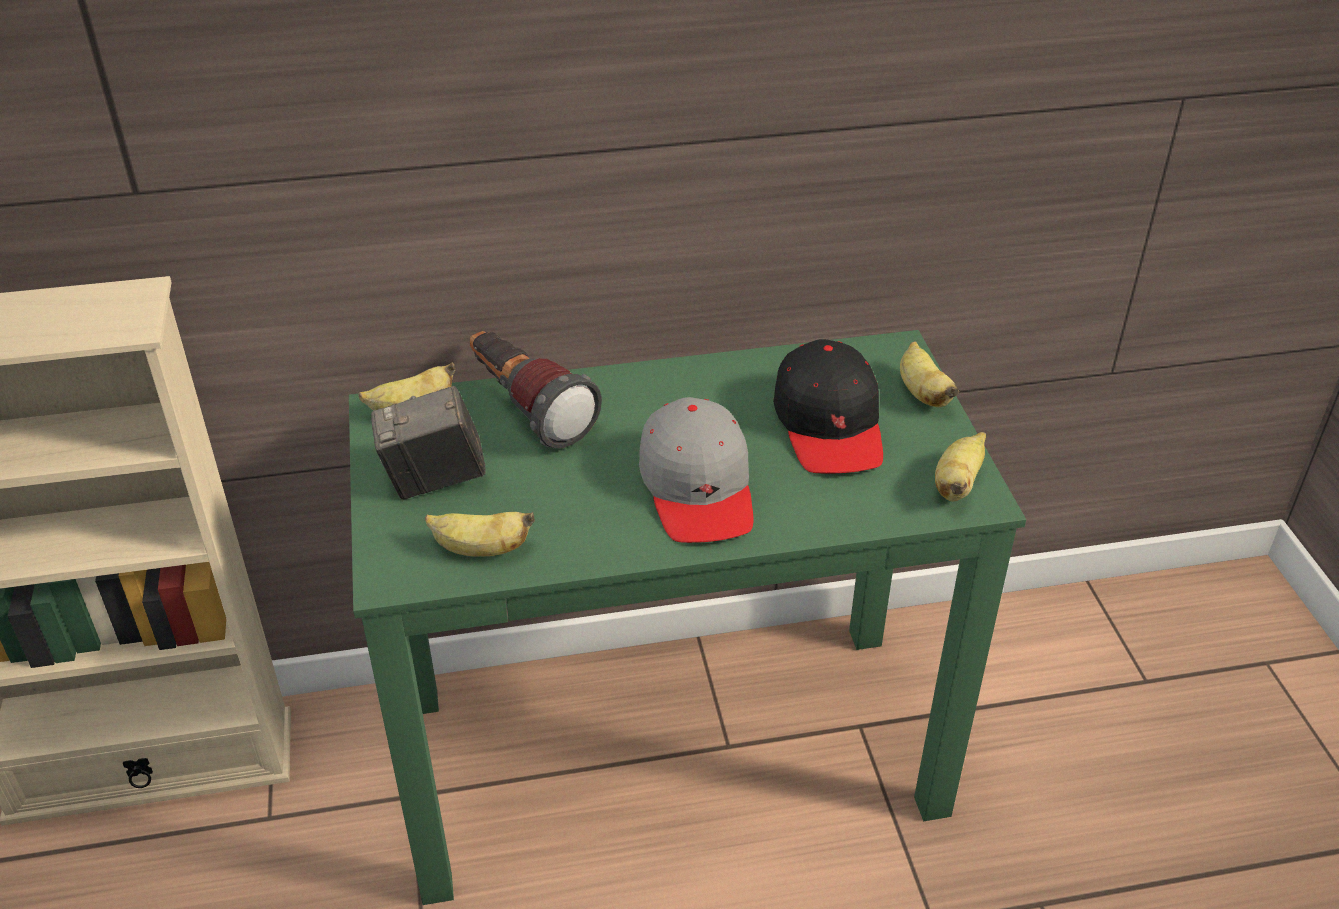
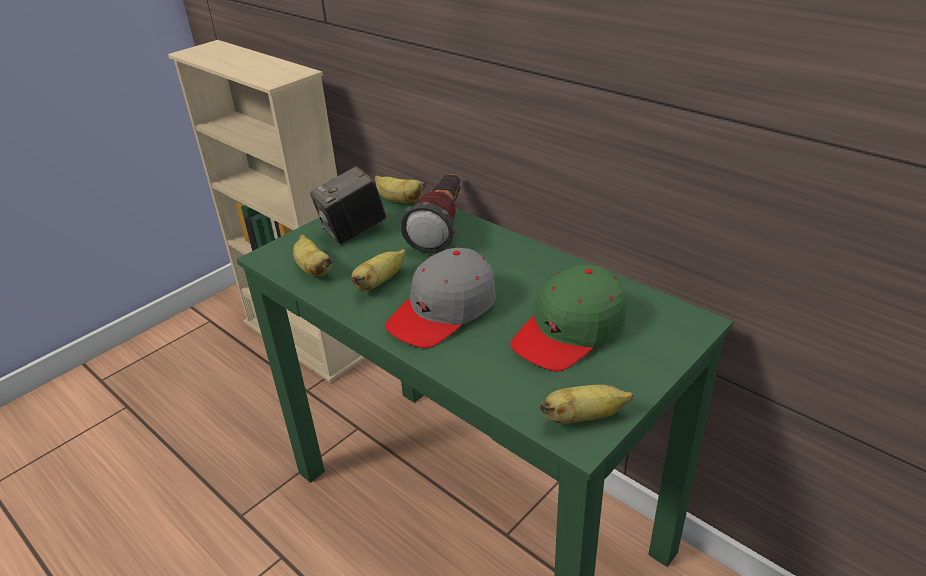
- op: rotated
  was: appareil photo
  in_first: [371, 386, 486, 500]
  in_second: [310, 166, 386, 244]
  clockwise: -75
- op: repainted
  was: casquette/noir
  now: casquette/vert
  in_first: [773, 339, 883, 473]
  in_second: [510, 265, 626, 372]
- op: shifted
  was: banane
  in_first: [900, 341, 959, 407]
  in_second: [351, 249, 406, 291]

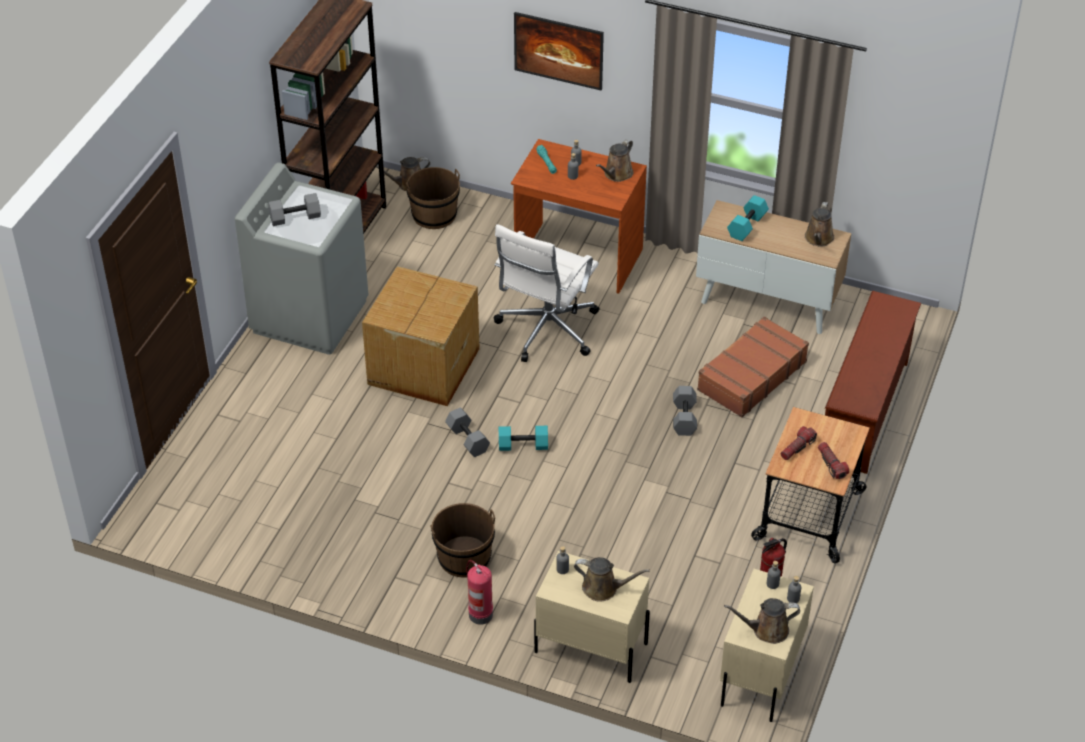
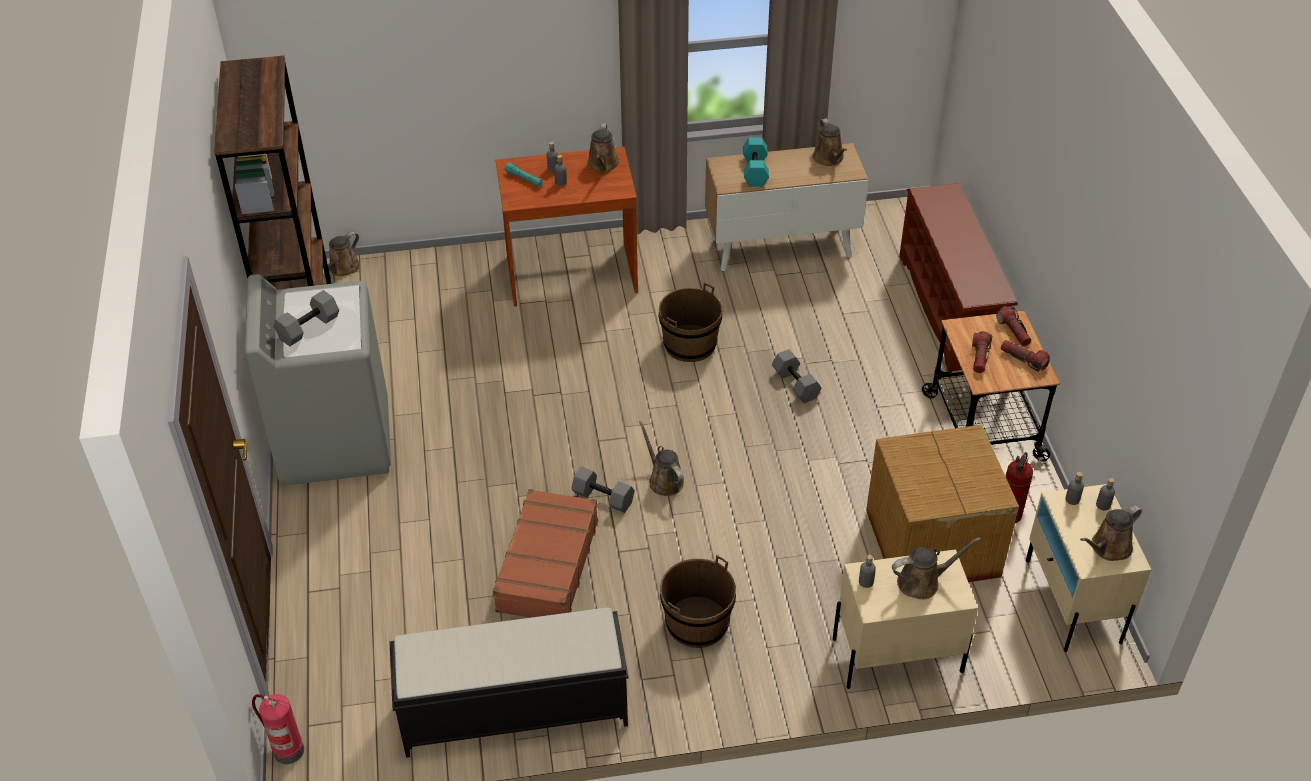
- op: shifted
  was: carton
  in_first: [362, 266, 480, 406]
  in_second: [866, 425, 1019, 582]
- op: shifted
  was: seau/marron
  in_first: [406, 167, 460, 229]
  in_second: [659, 283, 723, 362]
- op: shifted
  was: extincteur
  in_first: [466, 560, 493, 625]
  in_second: [252, 694, 304, 764]
- op: gone
  was: chaise de bureau/blanc
  in_first: [494, 224, 599, 362]
- op: swapped
  was: haltère/turquoise
  now: arrosoir/marron
  in_first: [499, 426, 548, 451]
  in_second: [639, 421, 684, 496]
- op: gone
  was: tableau
  in_first: [514, 12, 604, 90]
- op: shifted
  was: valise/marron
  in_first: [697, 316, 809, 417]
  in_second: [492, 489, 598, 618]
- op: new
  now: banc/noir
  in_second: [390, 608, 629, 758]
- op: new
  now: lampe de poche
  in_second: [996, 306, 1031, 346]

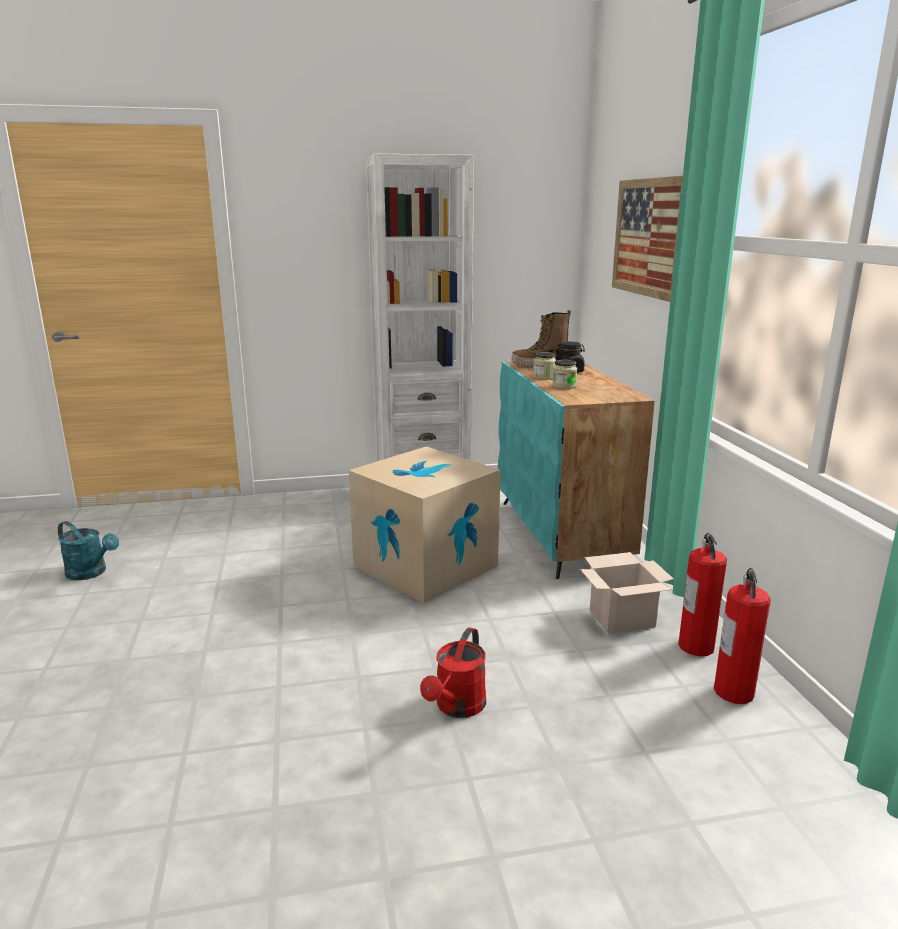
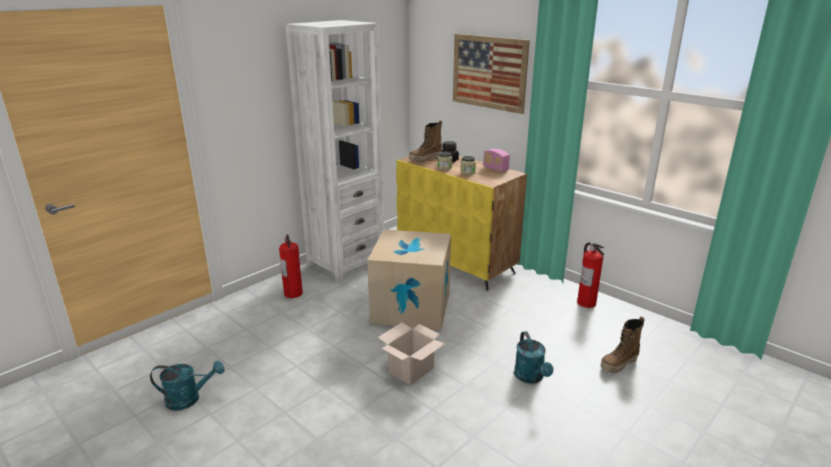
- op: repainted
  was: arrosoir/rouge
  now: arrosoir/turquoise
  in_first: [420, 627, 486, 718]
  in_second: [514, 331, 553, 384]
- op: repainted
  was: meuble de rangement/turquoise
  now: meuble de rangement/jaune
  in_first: [498, 362, 655, 579]
  in_second: [396, 156, 527, 291]
- op: shifted
  was: carton
  in_first: [580, 552, 673, 634]
  in_second: [377, 323, 446, 385]
- op: shifted
  was: extincteur
  in_first: [714, 568, 771, 704]
  in_second: [279, 234, 303, 298]
- op: new
  now: radio
  in_second: [483, 149, 510, 172]
- op: new
  now: botte
  in_second: [601, 317, 645, 373]

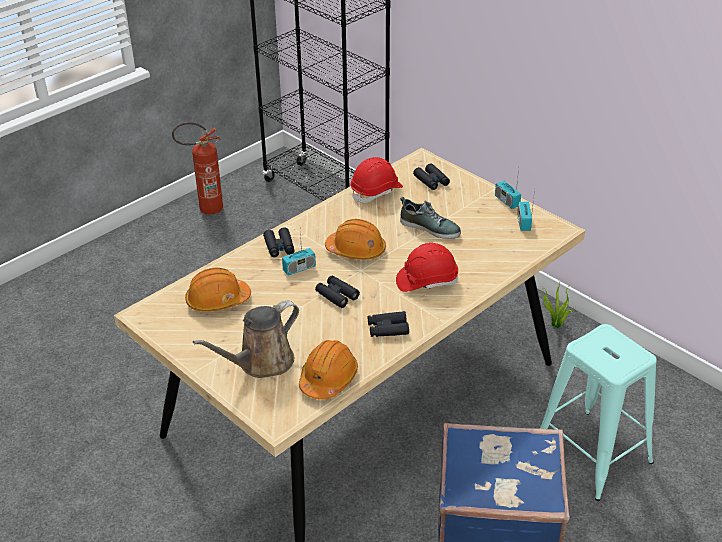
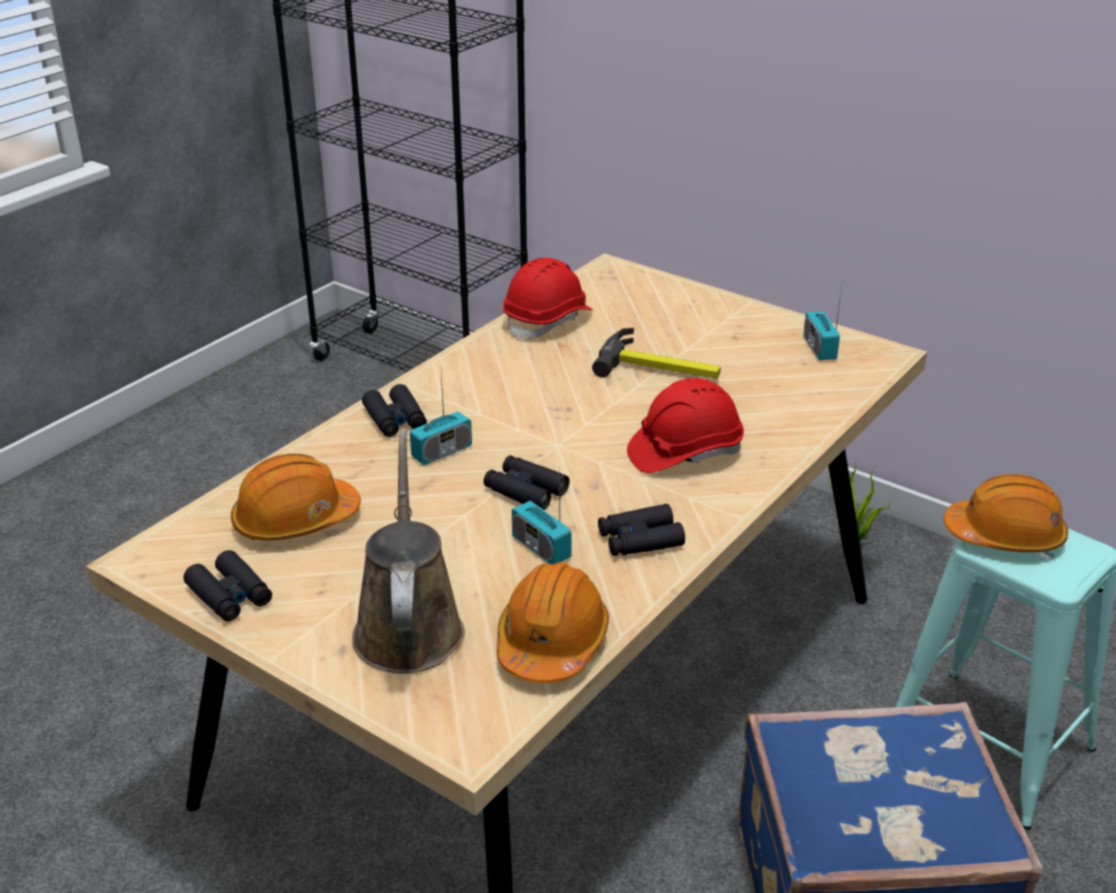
- op: gone
  was: extincteur
  in_first: [172, 122, 223, 214]
- op: rotated
  was: arrosoir/marron
  in_first: [193, 301, 299, 378]
  in_second: [352, 429, 465, 674]
  clockwise: 135
- op: shifted
  was: casque de chantier/orange
  in_first: [325, 219, 386, 260]
  in_second: [943, 474, 1068, 552]
- op: swapped
  was: chaussure
  now: marteau
  in_first: [400, 197, 461, 239]
  in_second: [592, 328, 721, 379]
- op: shifted
  was: jumelles/noir
  in_first: [413, 163, 450, 190]
  in_second: [183, 550, 272, 621]
- op: shifted
  was: radio
  in_first: [495, 169, 521, 209]
  in_second: [512, 482, 572, 564]

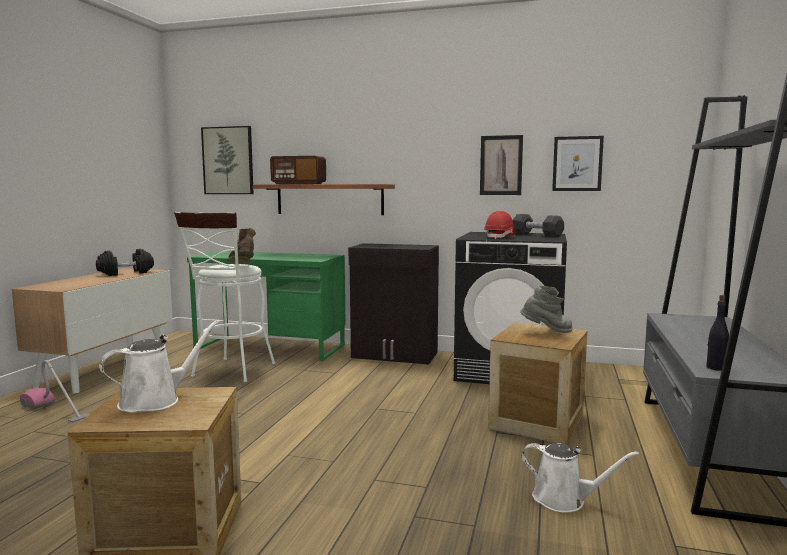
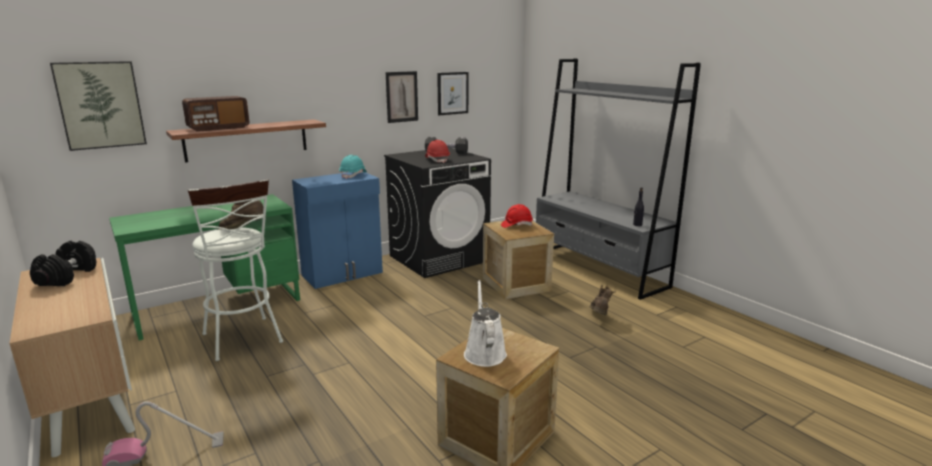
- op: repainted
  was: meuble de rangement/noir
  now: meuble de rangement/bleu
  in_first: [348, 243, 439, 365]
  in_second: [292, 172, 383, 289]
- op: swapped
  was: botte/gris
  now: casque de chantier/rouge
  in_first: [520, 286, 573, 333]
  in_second: [501, 204, 533, 228]
- op: swapped
  was: arrosoir/blanc
  now: botte/marron
  in_first: [521, 443, 639, 513]
  in_second: [589, 285, 616, 315]
- op: new
  now: casque de chantier/turquoise
  in_second: [339, 155, 367, 179]

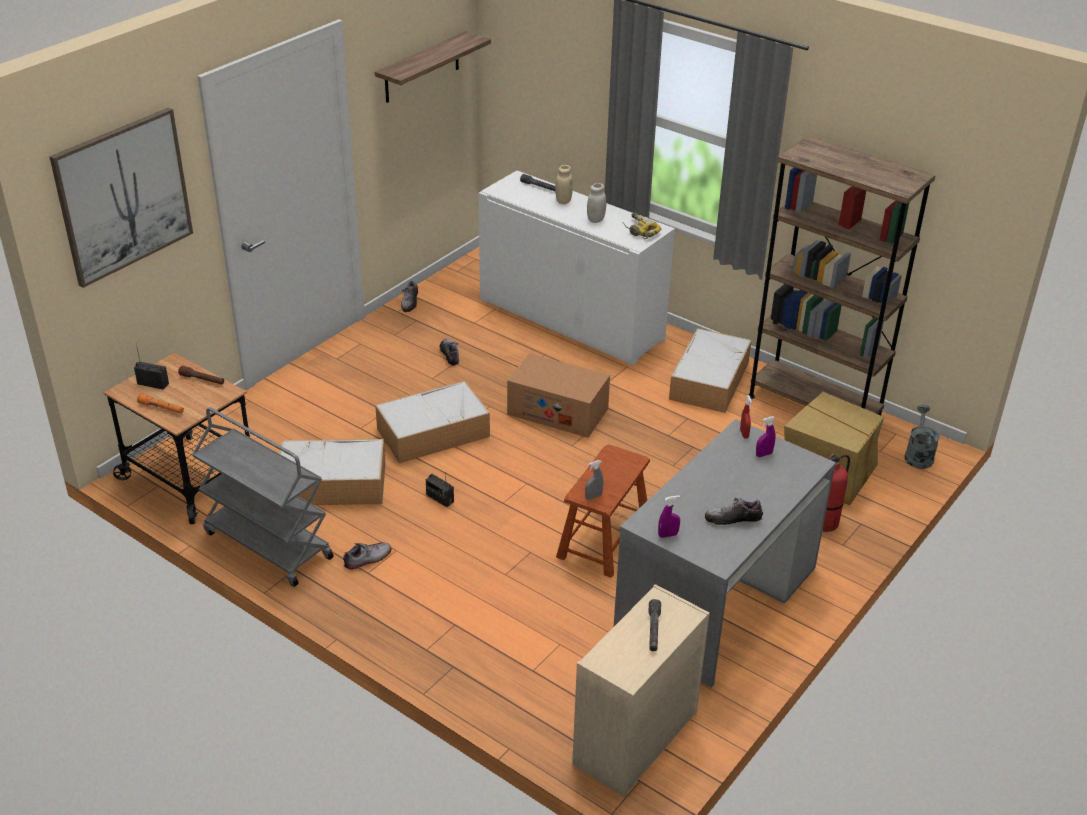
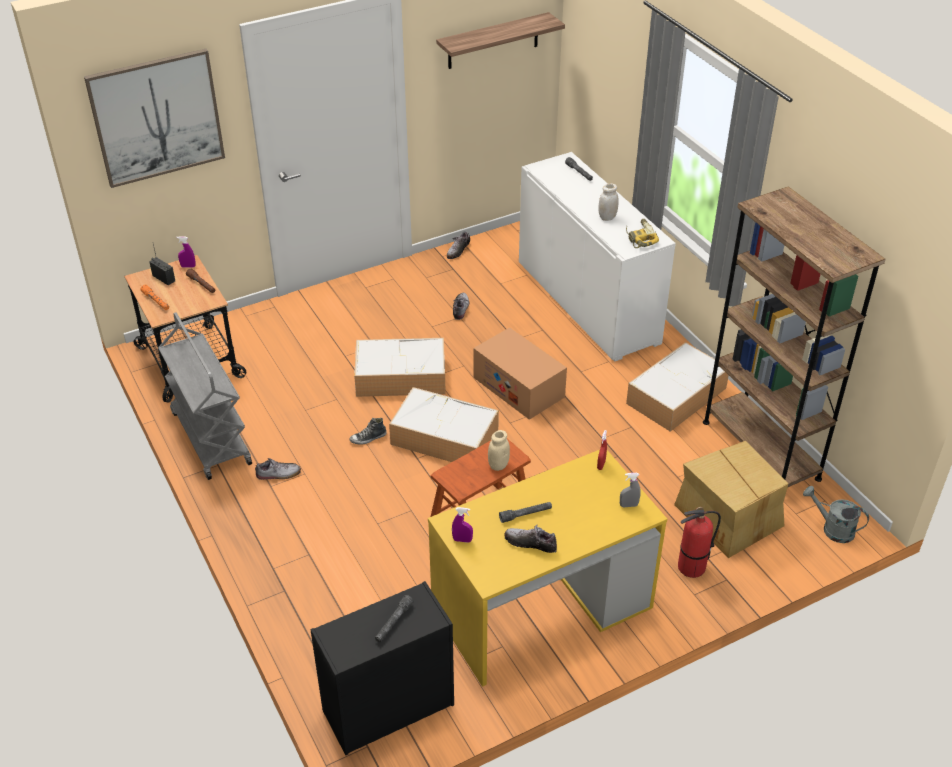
- op: shifted
  was: boîte de rangement
  in_first: [279, 439, 385, 505]
  in_second: [389, 387, 499, 462]
- op: swapped
  was: radio
  now: chaussure
  in_first: [426, 472, 454, 507]
  in_second: [350, 418, 387, 445]
- op: shifted
  was: bocal/beige
  in_first: [555, 165, 573, 204]
  in_second: [488, 430, 510, 471]
- op: repainted
  was: commode/beige
  now: commode/noir
  in_first: [572, 584, 710, 797]
  in_second: [310, 581, 454, 755]
- op: shifted
  was: vaporisateur/gris
  in_first: [585, 460, 603, 500]
  in_second: [620, 473, 641, 507]
- op: repainted
  was: bureau/gris
  now: bureau/jaune
  in_first: [614, 419, 836, 688]
  in_second: [428, 450, 667, 687]
- op: shifted
  was: vaporisateur/violet
  in_first: [756, 416, 775, 457]
  in_second: [176, 236, 196, 268]
- op: rotated
  was: arrosoir/gris
  in_first: [905, 405, 940, 469]
  in_second: [803, 486, 869, 543]
  clockwise: -90
- op: new
  now: lampe de poche/gris
  in_second: [499, 502, 552, 523]

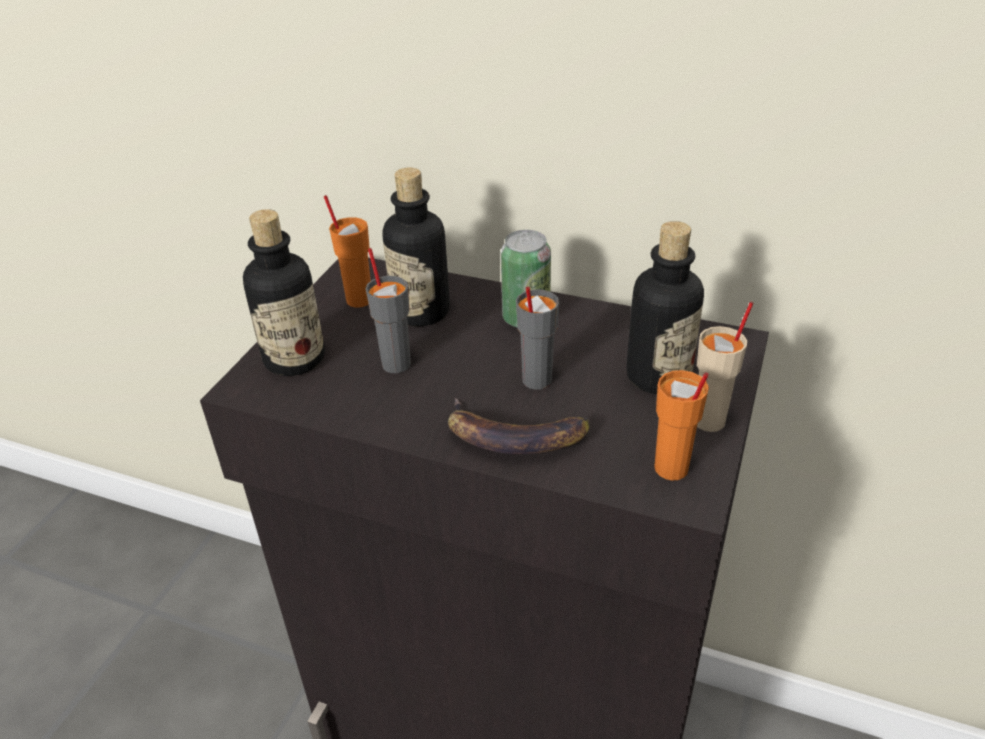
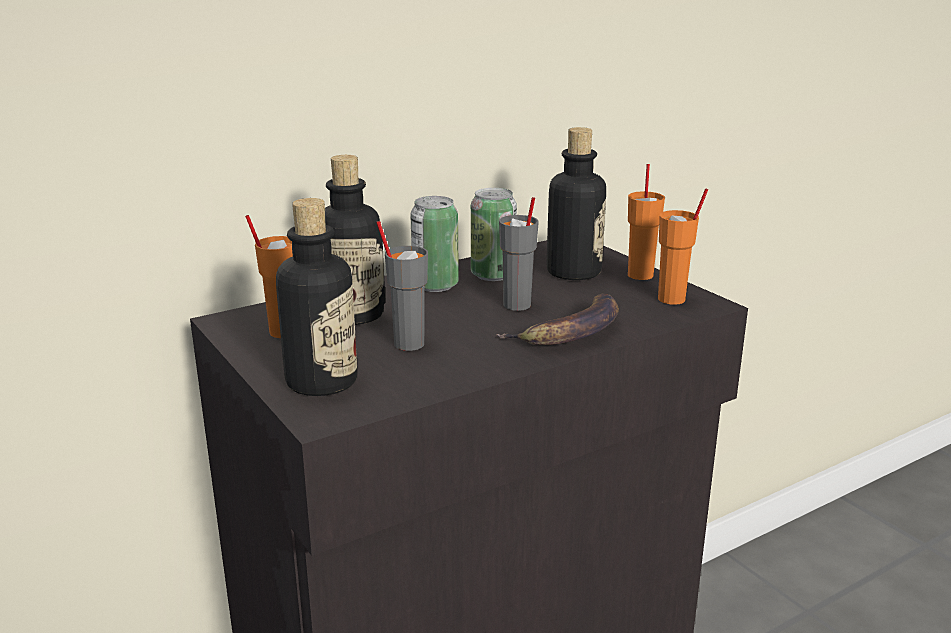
- op: repainted
  was: tasse/beige
  now: tasse/orange
  in_first: [697, 302, 753, 432]
  in_second: [628, 164, 665, 280]
- op: new
  now: boîte métallique
  in_second: [471, 188, 517, 281]

